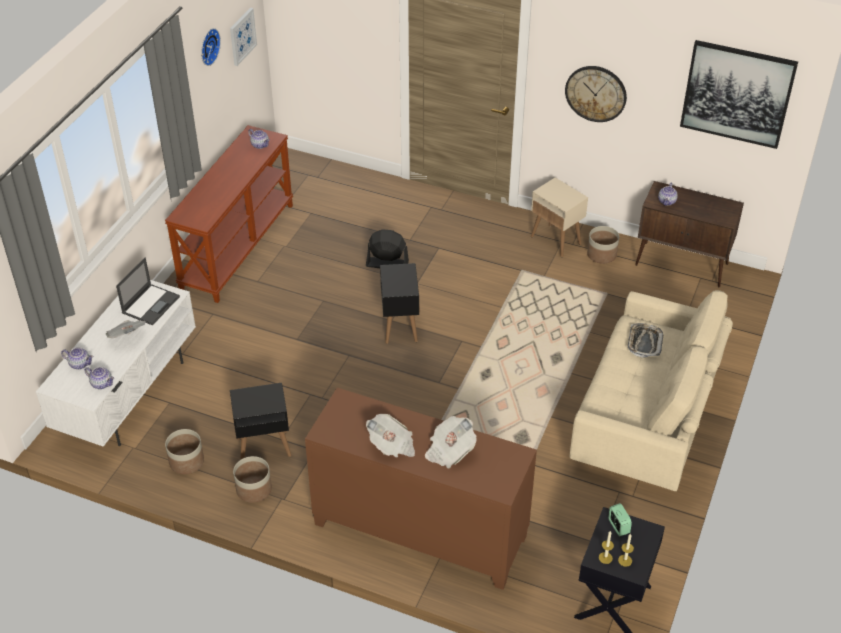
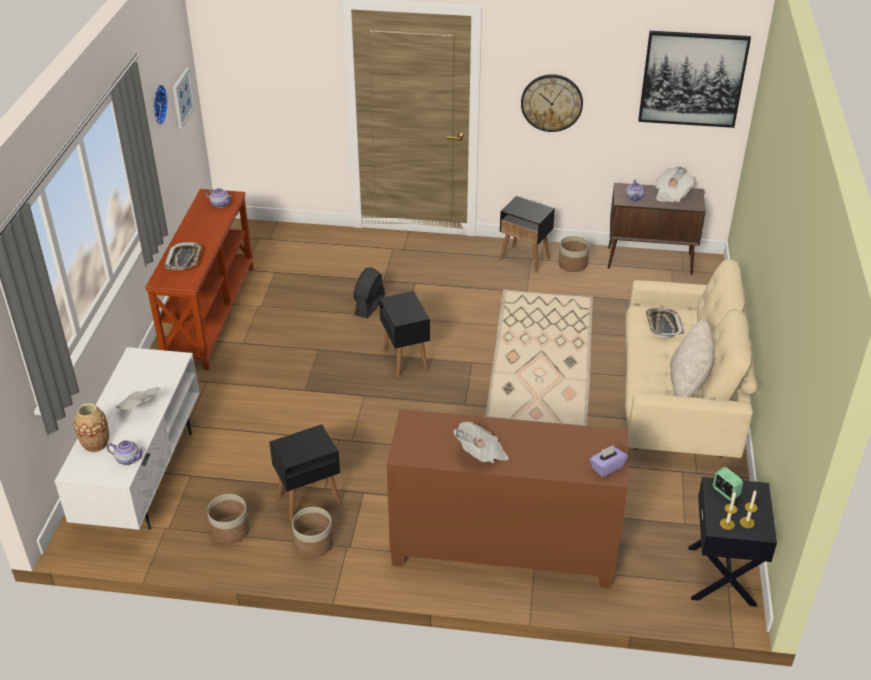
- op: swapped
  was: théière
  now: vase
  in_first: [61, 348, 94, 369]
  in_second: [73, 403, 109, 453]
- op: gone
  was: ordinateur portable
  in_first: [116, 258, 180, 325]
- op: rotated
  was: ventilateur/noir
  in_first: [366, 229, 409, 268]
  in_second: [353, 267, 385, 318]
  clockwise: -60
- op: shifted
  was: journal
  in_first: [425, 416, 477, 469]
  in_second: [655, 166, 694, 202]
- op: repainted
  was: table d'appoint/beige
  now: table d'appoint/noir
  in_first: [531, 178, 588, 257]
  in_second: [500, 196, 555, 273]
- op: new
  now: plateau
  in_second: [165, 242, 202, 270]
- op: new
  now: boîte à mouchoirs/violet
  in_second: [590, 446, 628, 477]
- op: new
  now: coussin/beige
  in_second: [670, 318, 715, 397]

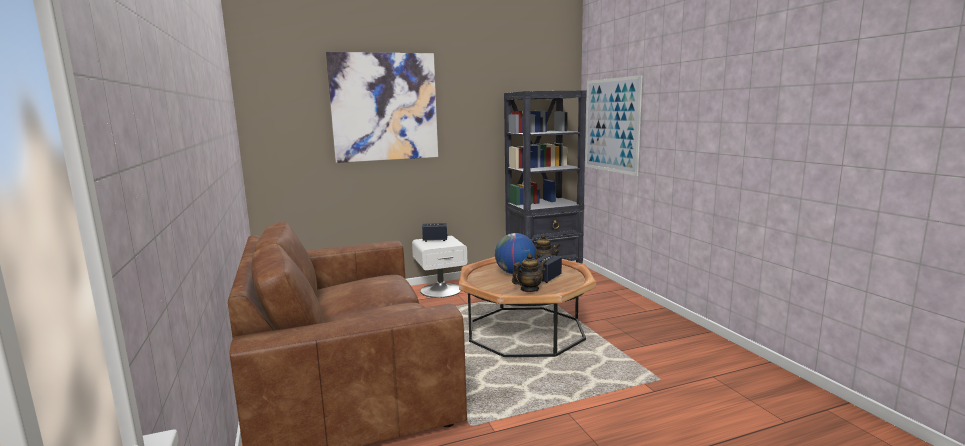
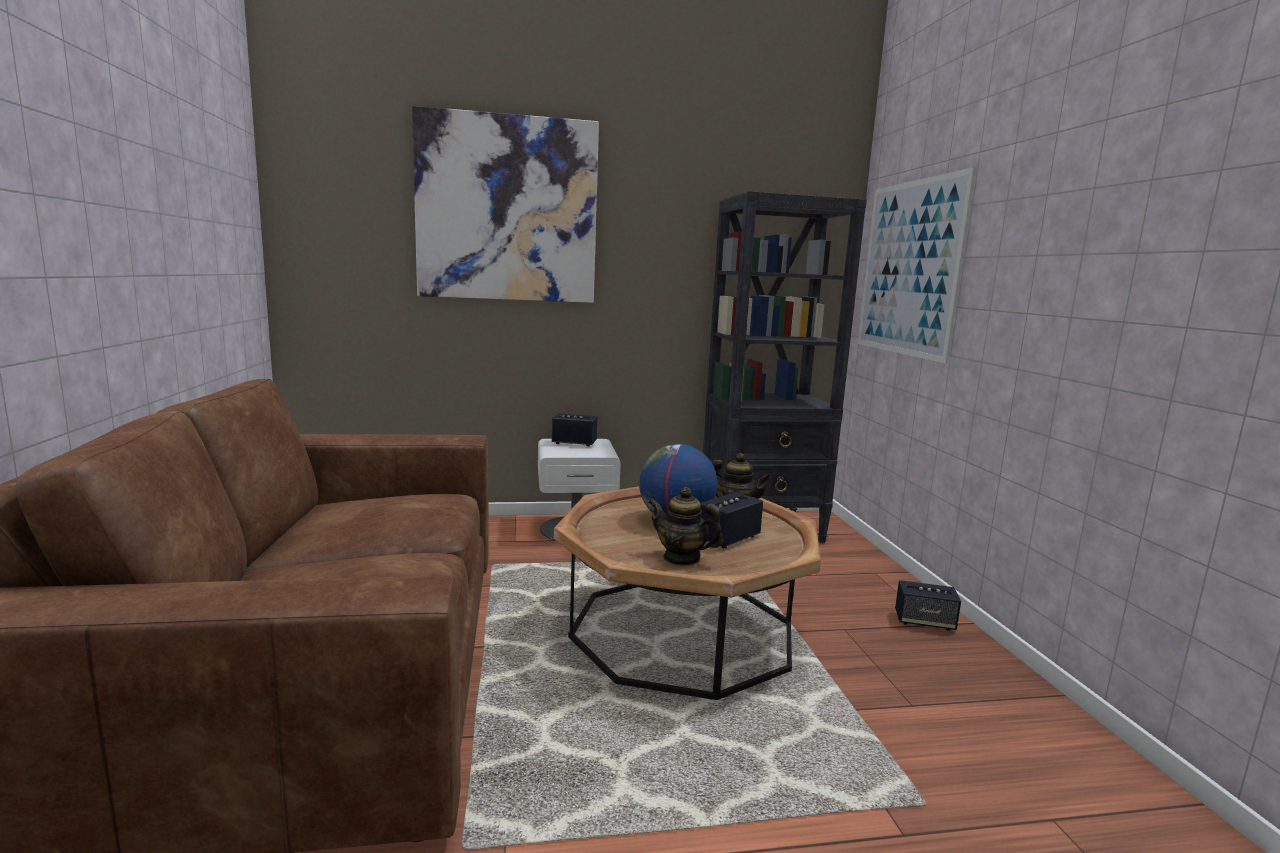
- op: rotated
  was: théière
  in_first: [512, 254, 546, 292]
  in_second: [648, 487, 723, 566]
  clockwise: -135
- op: new
  now: enceinte
  in_second: [895, 580, 961, 631]

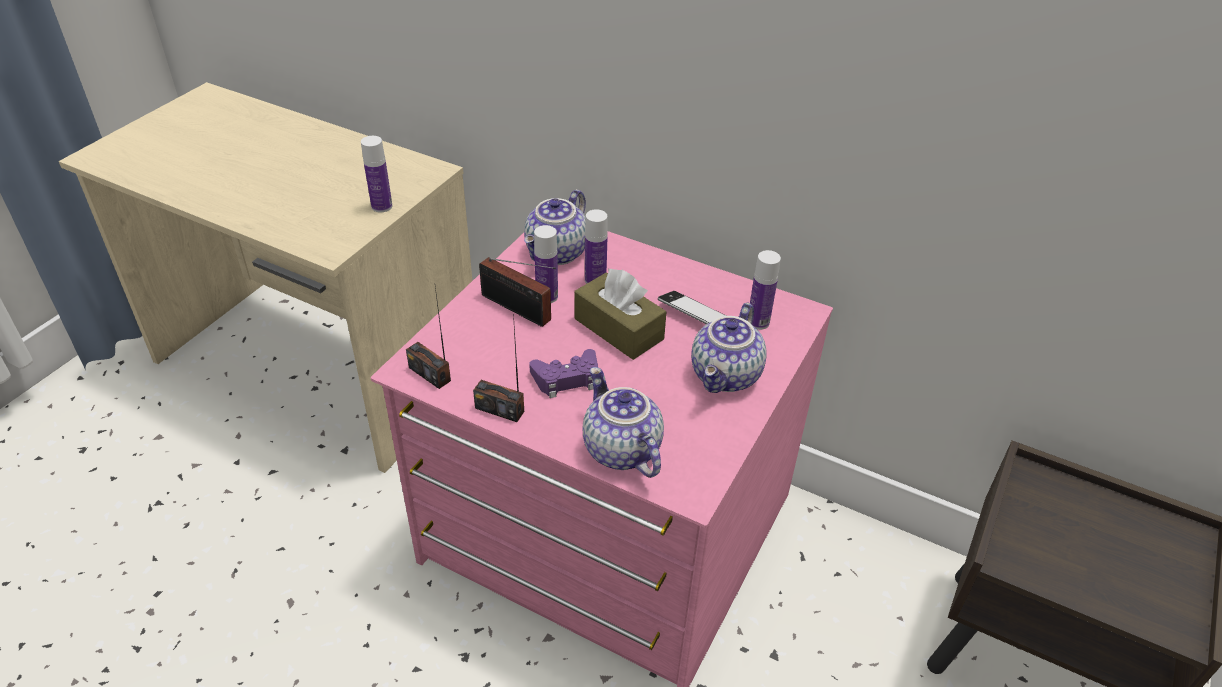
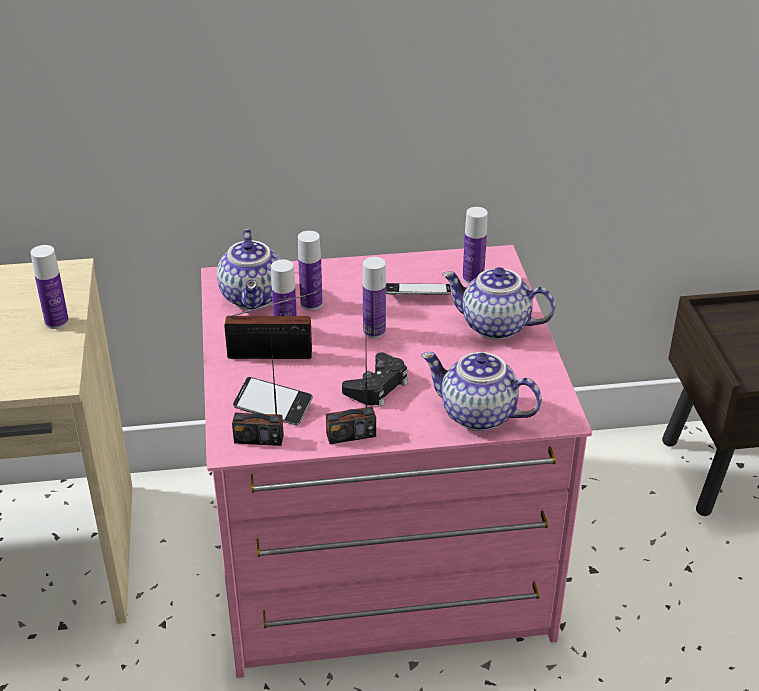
- op: repainted
  was: manette/violet
  now: manette/noir
  in_first: [529, 349, 598, 398]
  in_second: [342, 352, 408, 407]
- op: swapped
  was: boîte à mouchoirs/marron
  now: bouteille
  in_first: [574, 269, 666, 360]
  in_second: [363, 257, 386, 338]
- op: rotated
  was: théière
  in_first: [691, 303, 767, 393]
  in_second: [442, 267, 555, 340]
  clockwise: 120
- op: new
  now: téléphone
  in_second: [233, 377, 313, 425]

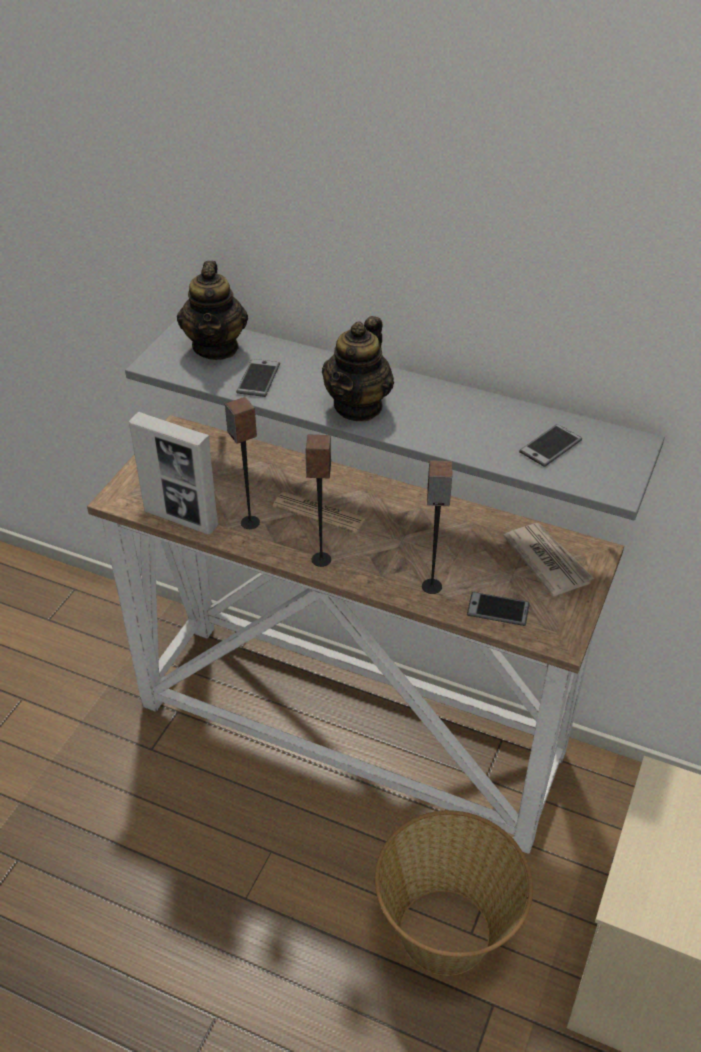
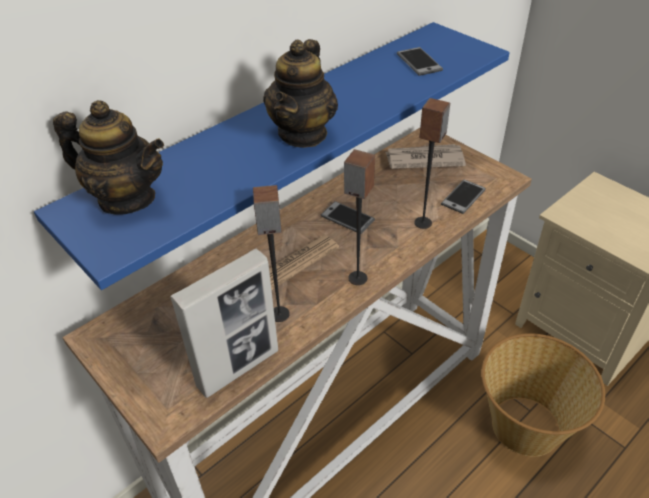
- op: repainted
  was: étagère/gris
  now: étagère/bleu
  in_first: [125, 319, 665, 520]
  in_second: [34, 22, 510, 290]
- op: shifted
  was: téléphone
  in_first: [236, 359, 280, 397]
  in_second: [320, 201, 375, 234]
- op: rotated
  was: théière
  in_first: [322, 316, 394, 421]
  in_second: [263, 39, 338, 148]
  clockwise: 60

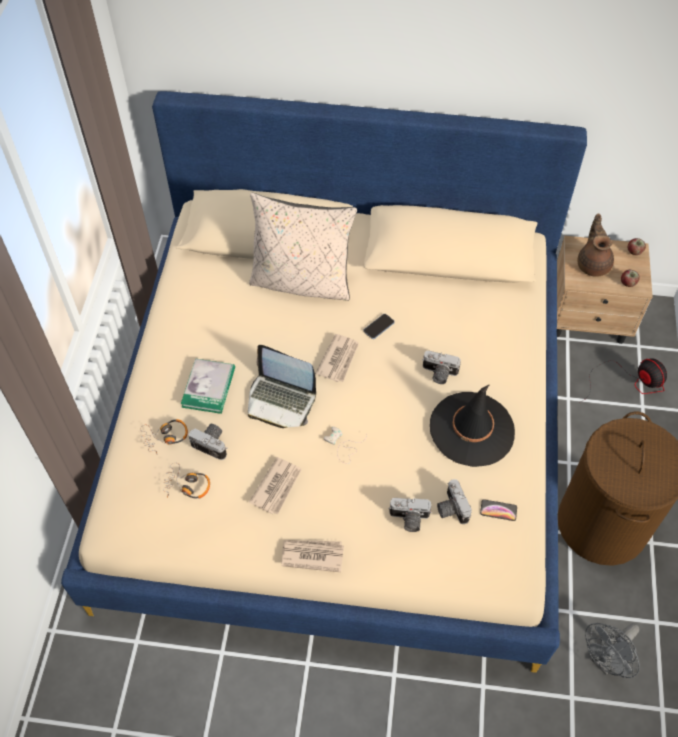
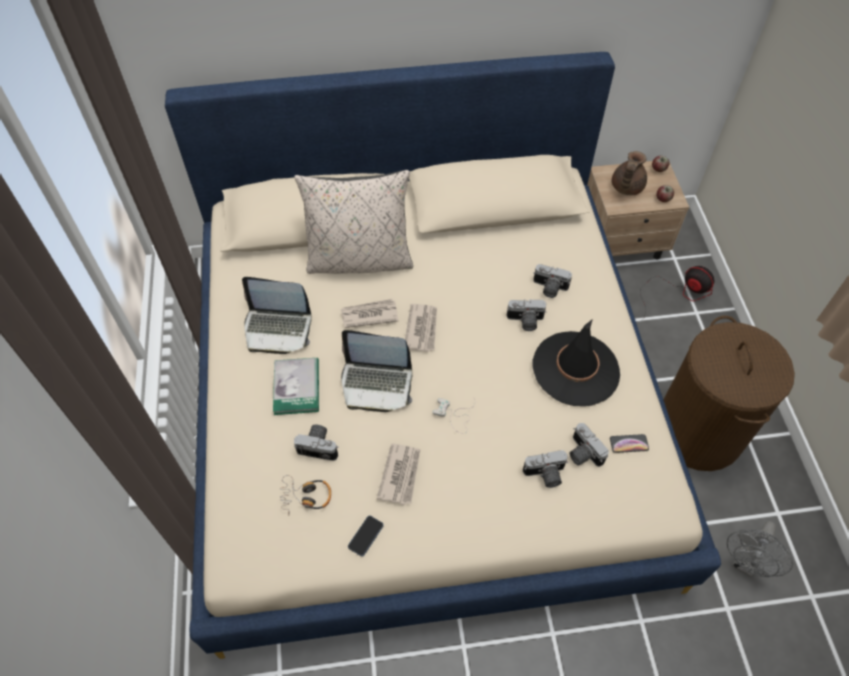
- op: gone
  was: casque audio
  in_first: [140, 419, 188, 453]
- op: shifted
  was: journal
  in_first: [282, 540, 344, 572]
  in_second: [341, 299, 398, 328]
- op: shifted
  was: téléphone
  in_first: [364, 314, 395, 339]
  in_second: [348, 516, 384, 556]
- op: rotated
  was: théière/marron
  in_first: [577, 214, 614, 277]
  in_second: [612, 151, 647, 195]
  clockwise: -135
- op: new
  now: ordinateur portable
  in_second: [242, 277, 312, 354]
- op: new
  now: appareil photo
  in_second: [533, 264, 572, 298]

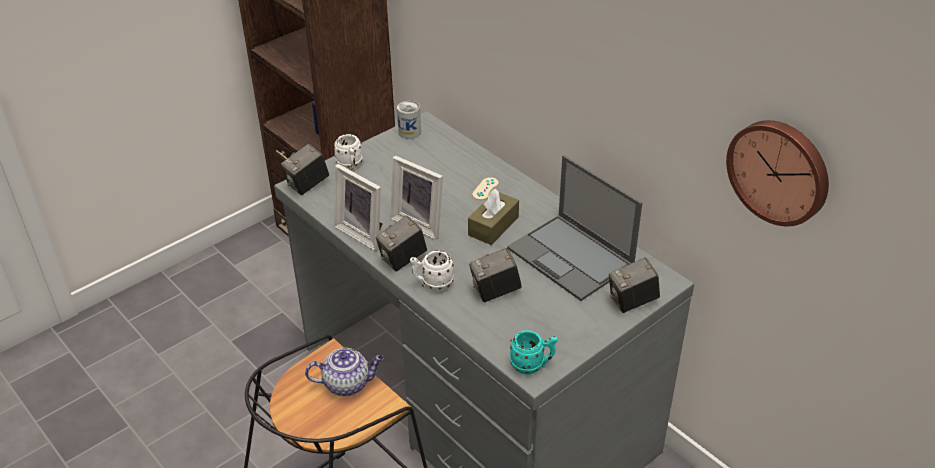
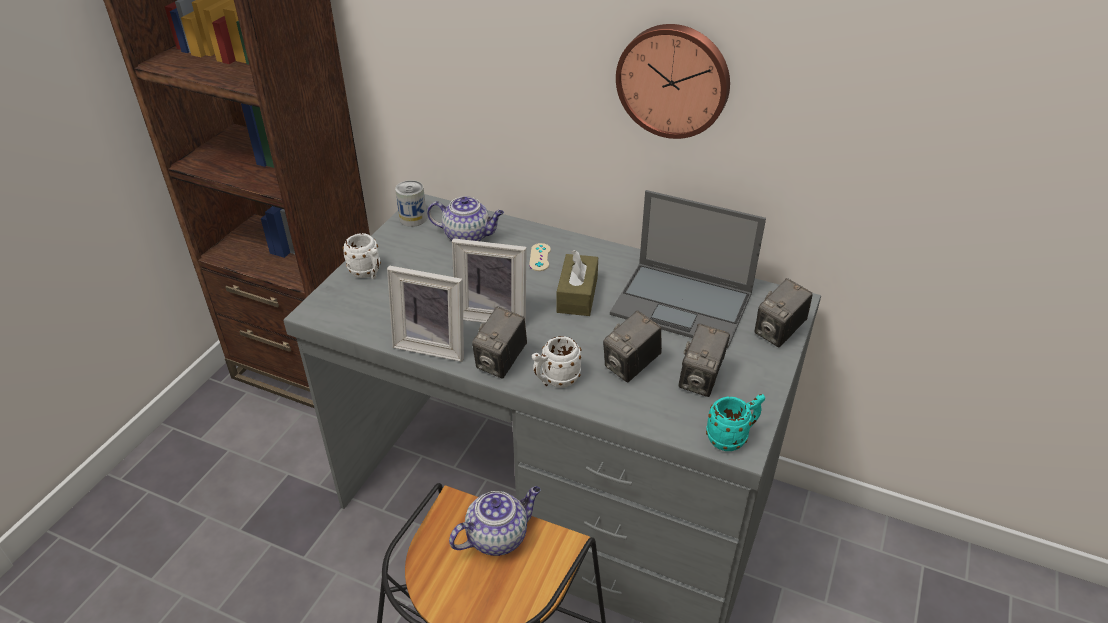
- op: shifted
  was: appareil photo
  in_first: [281, 144, 329, 195]
  in_second: [679, 323, 730, 397]
- op: shifted
  was: horloge murale
  in_first: [726, 120, 829, 226]
  in_second: [616, 24, 730, 139]
- op: new
  now: théière
  in_second: [427, 196, 504, 241]

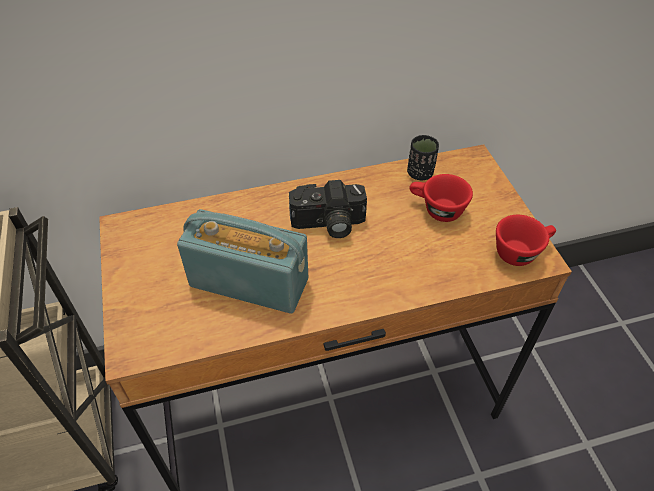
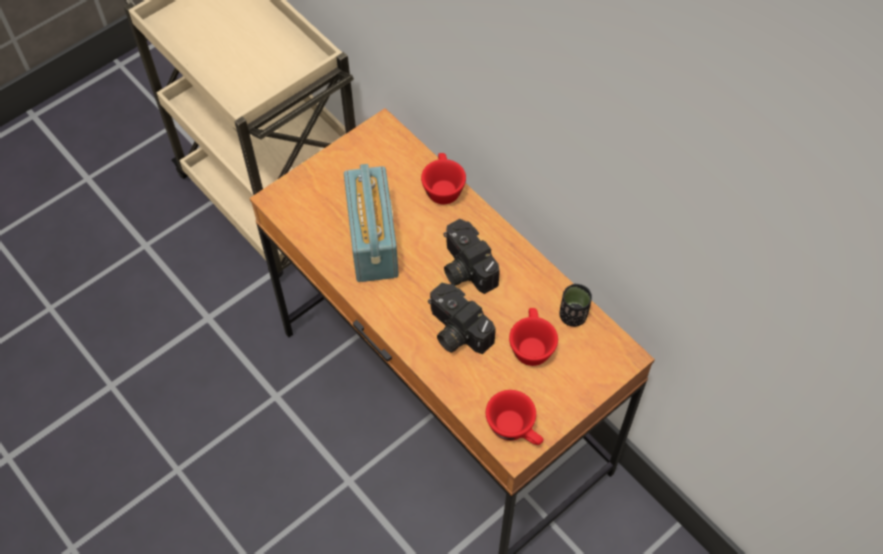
- op: new
  now: tasse/rouge
  in_second: [421, 153, 466, 204]
- op: new
  now: appareil photo
  in_second: [428, 283, 496, 354]

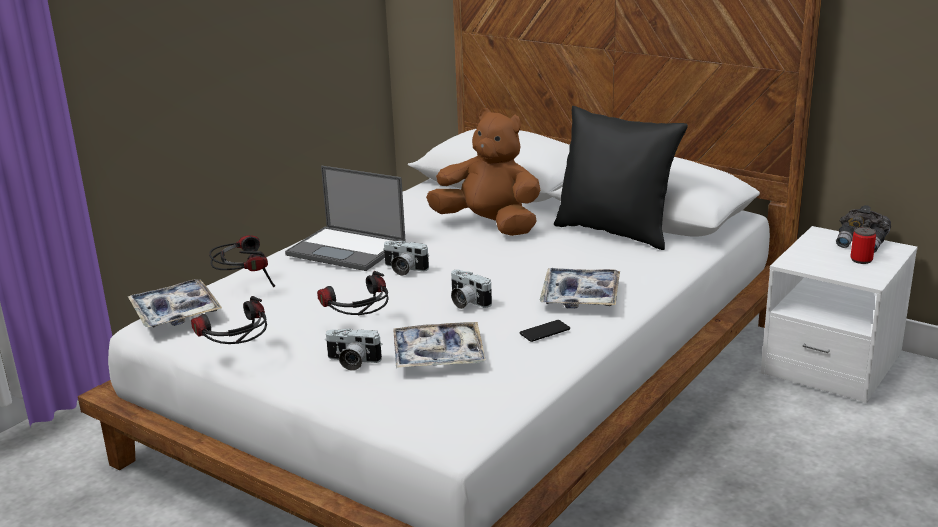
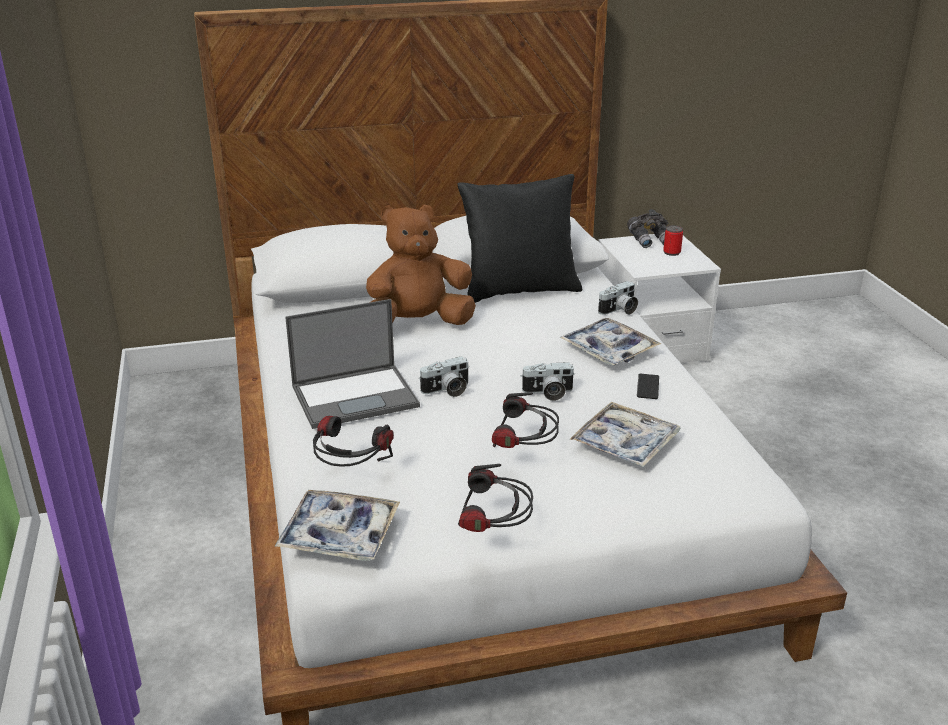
- op: shifted
  was: appareil photo
  in_first: [325, 329, 382, 371]
  in_second: [598, 281, 638, 315]

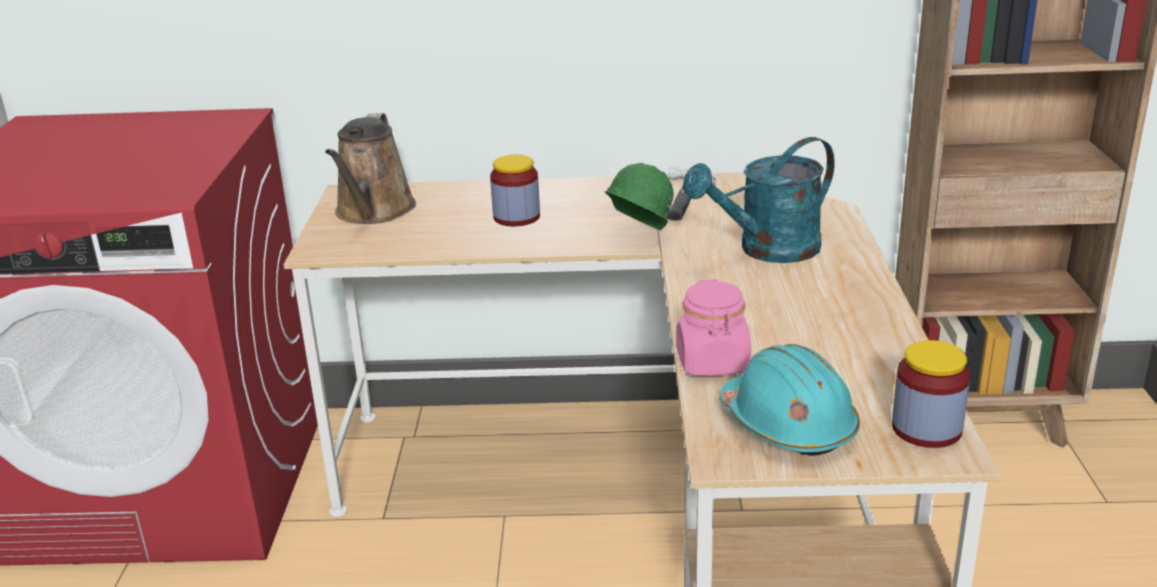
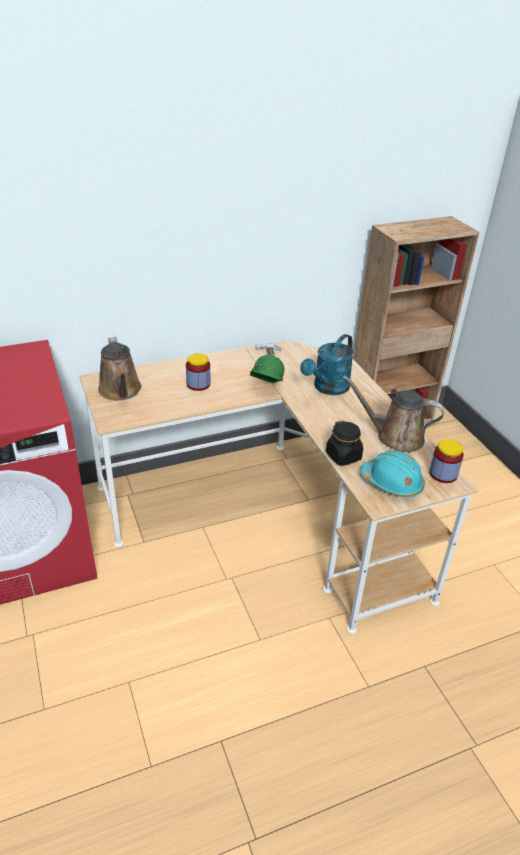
- op: repainted
  was: bocal/rose
  now: bocal/noir
  in_first: [676, 279, 751, 376]
  in_second: [326, 420, 363, 466]
- op: new
  now: arrosoir/marron
  in_second: [343, 376, 444, 453]

